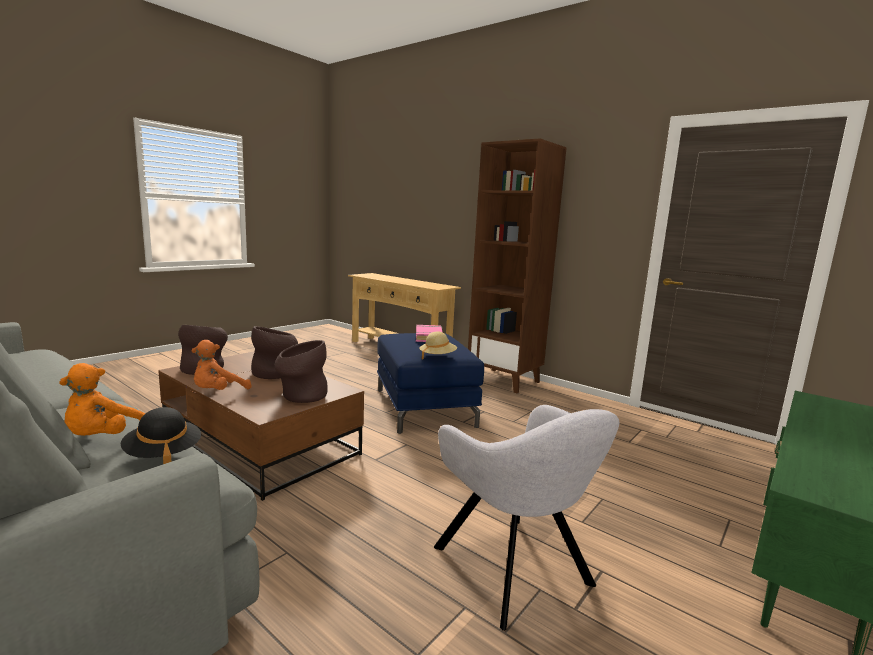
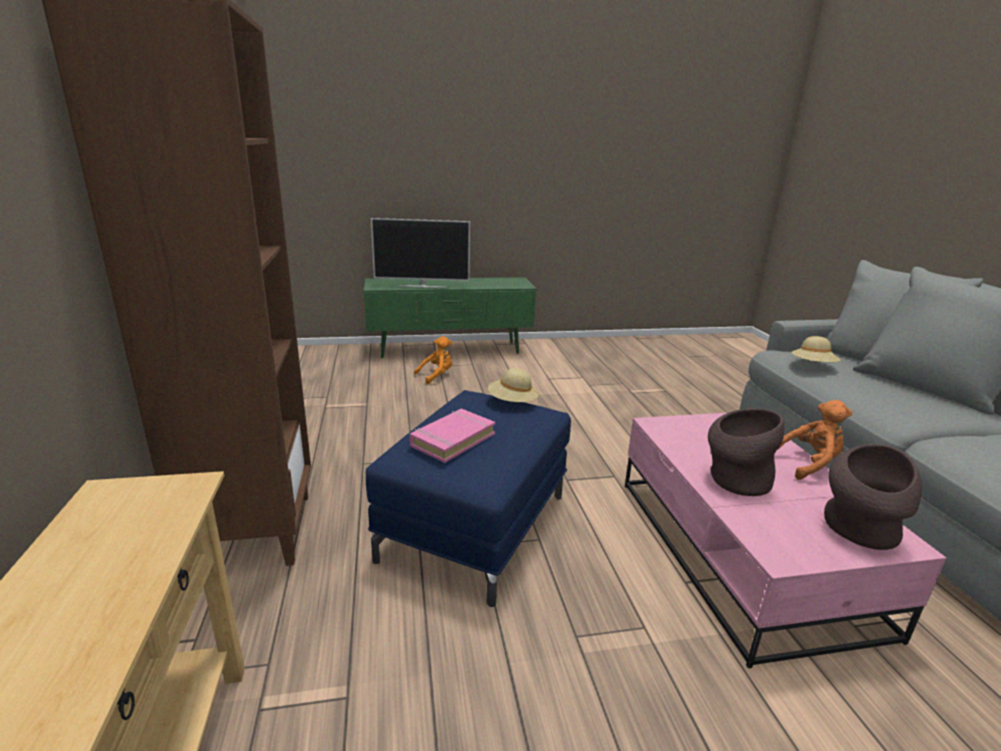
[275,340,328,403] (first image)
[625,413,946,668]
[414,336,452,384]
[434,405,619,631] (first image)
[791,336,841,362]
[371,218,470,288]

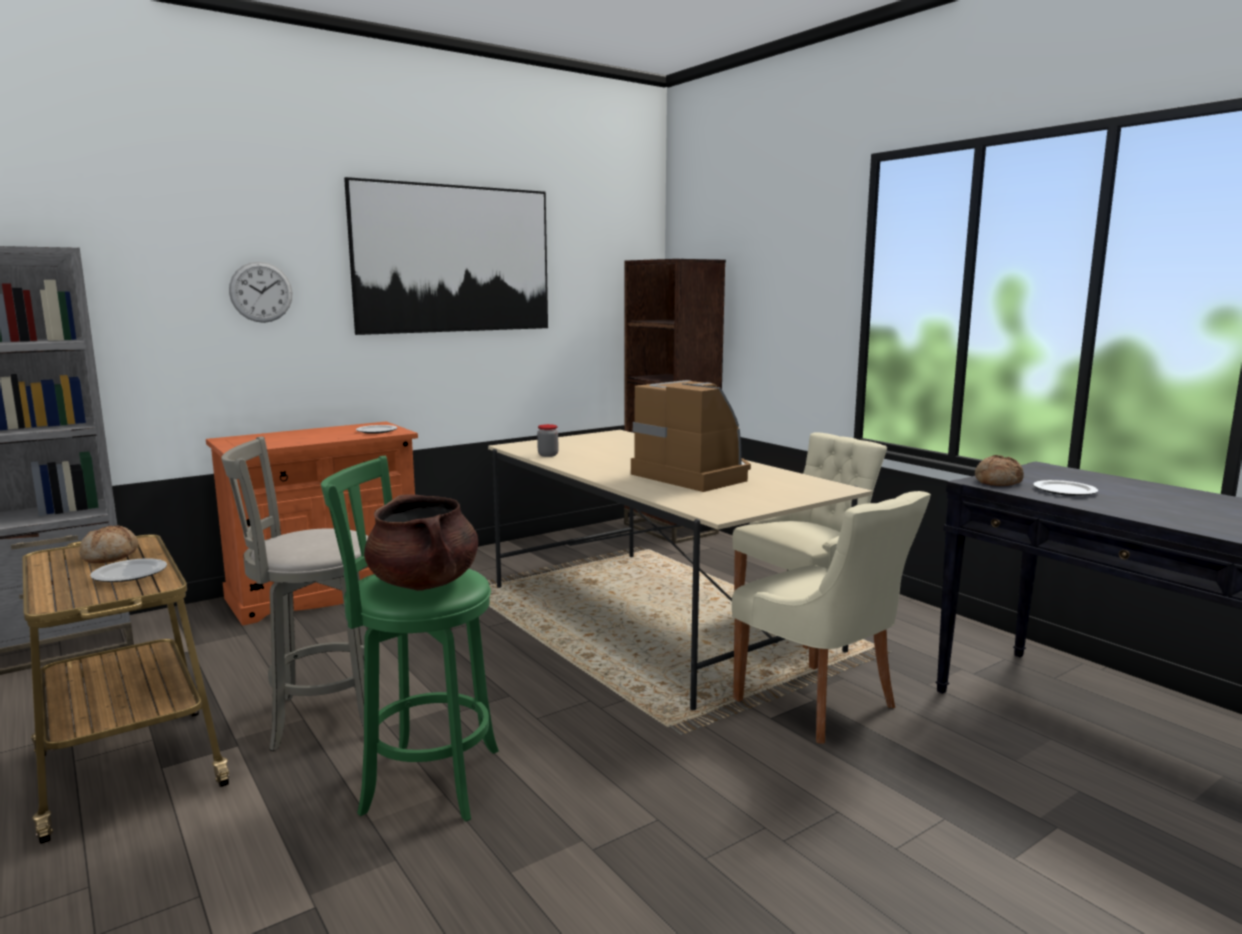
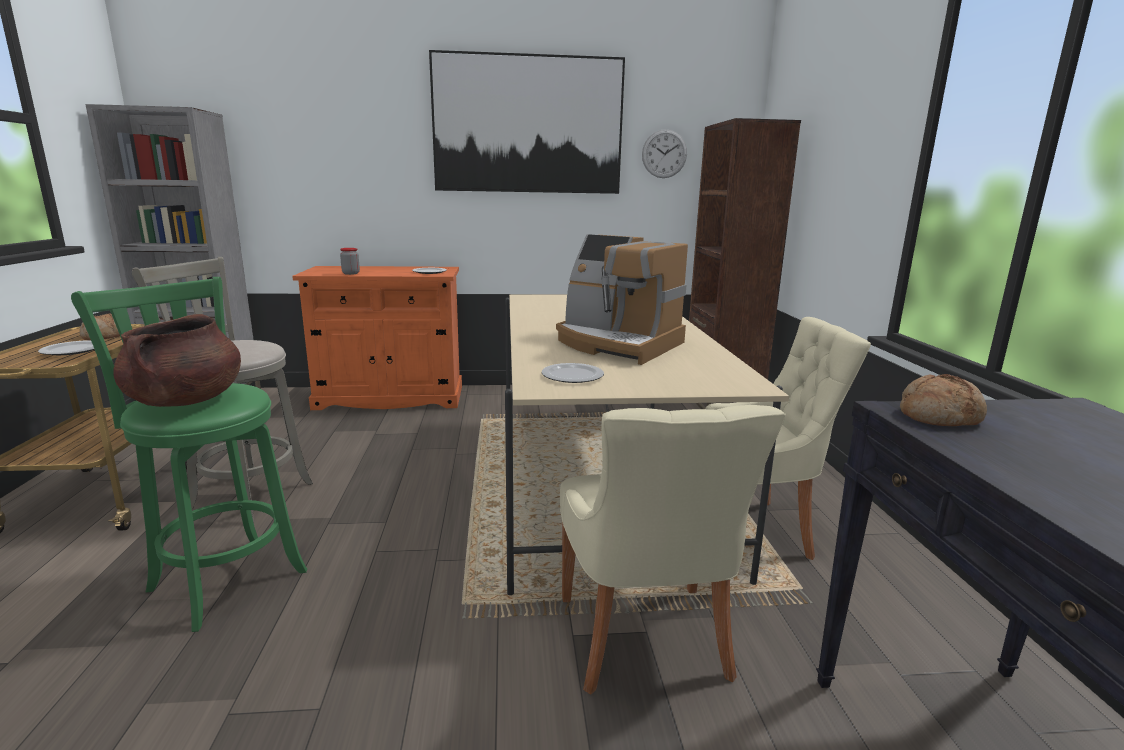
[642,129,687,178]
[556,234,688,365]
[340,248,360,275]
[542,363,604,383]

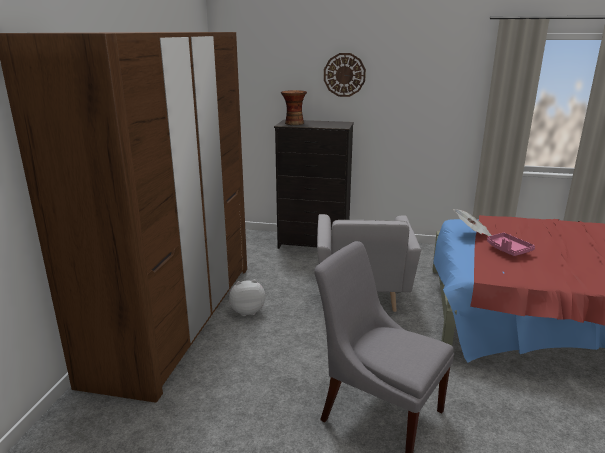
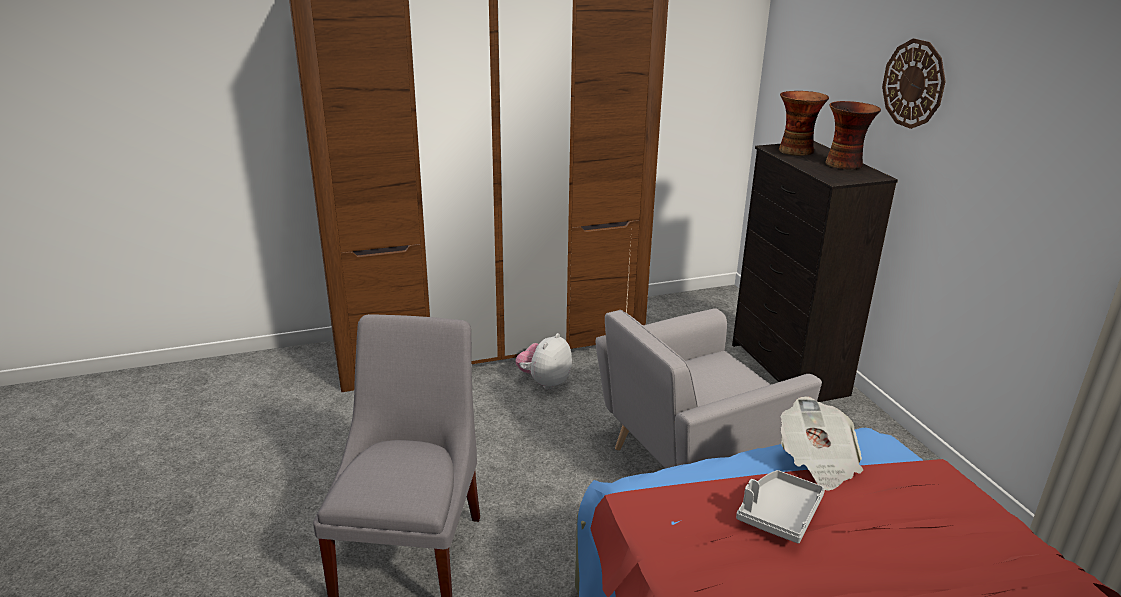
[736,470,825,543]
[516,333,572,389]
[825,101,881,170]

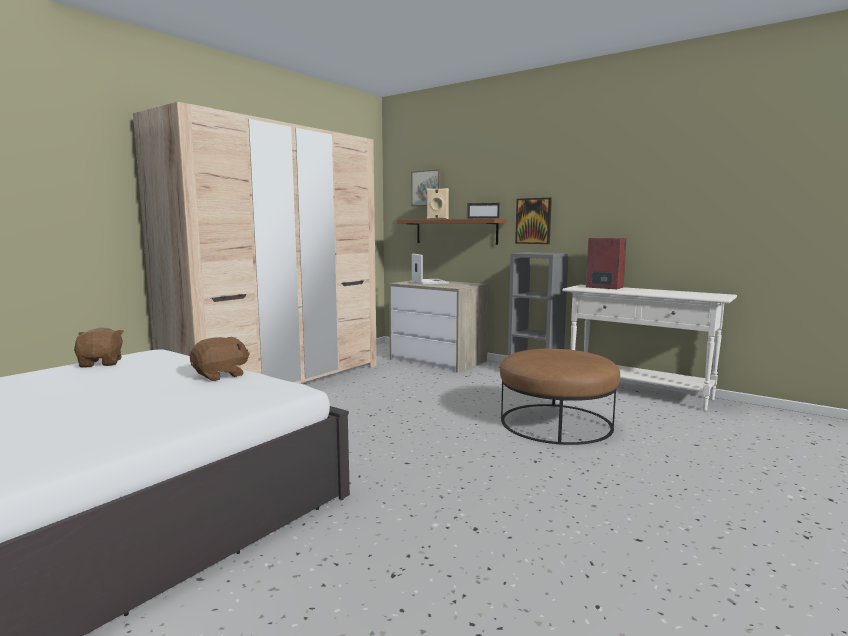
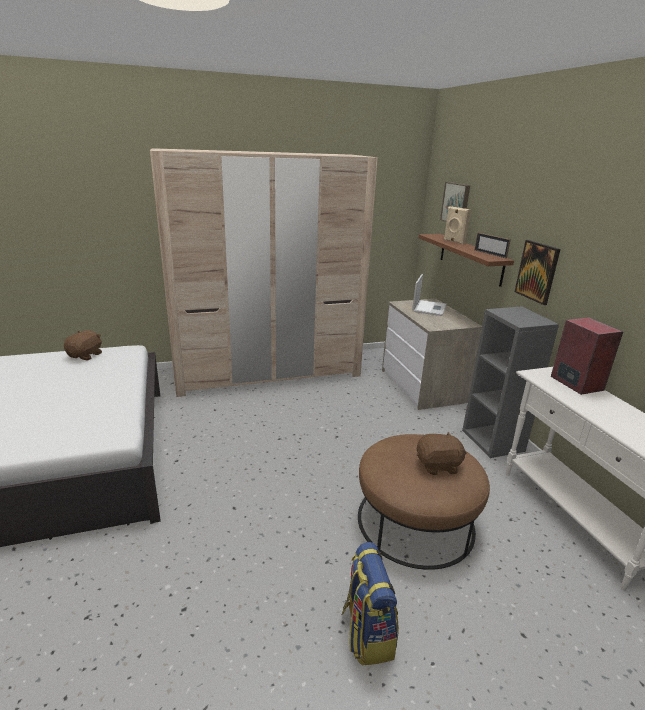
[417,431,467,475]
[341,542,399,666]

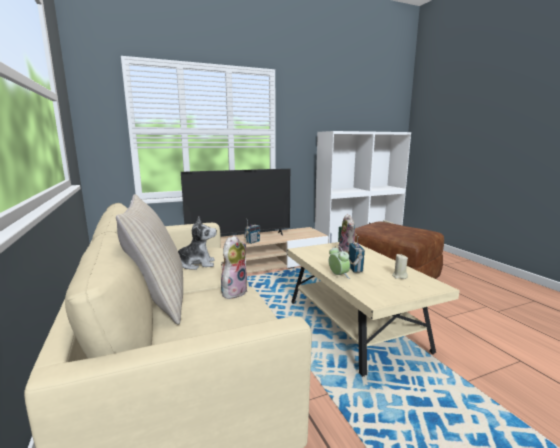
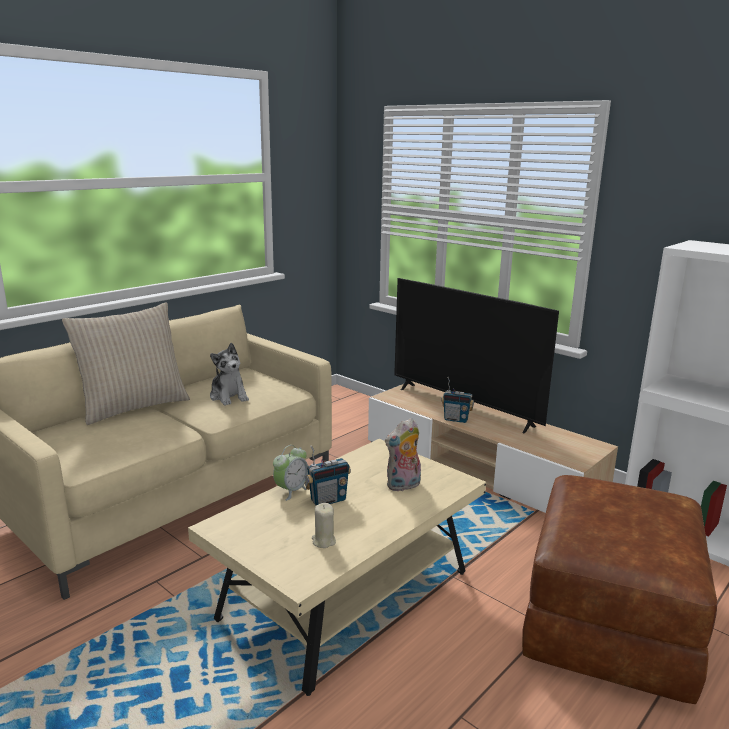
[221,235,248,300] (first image)

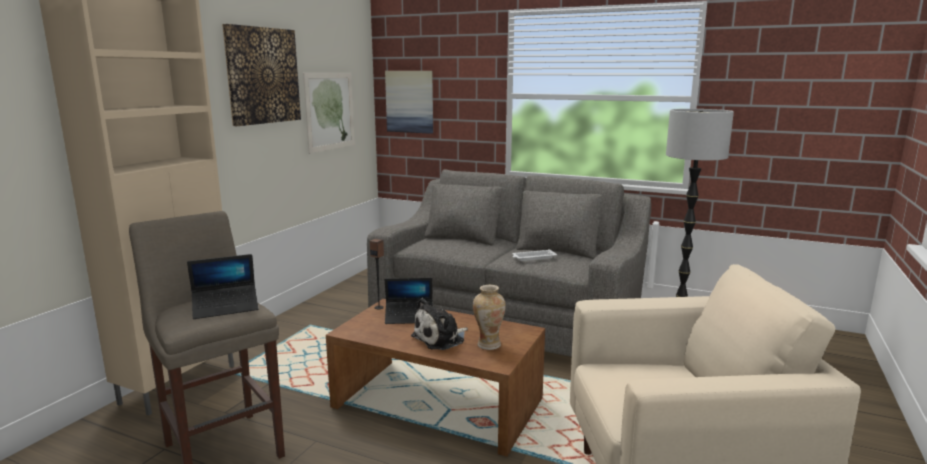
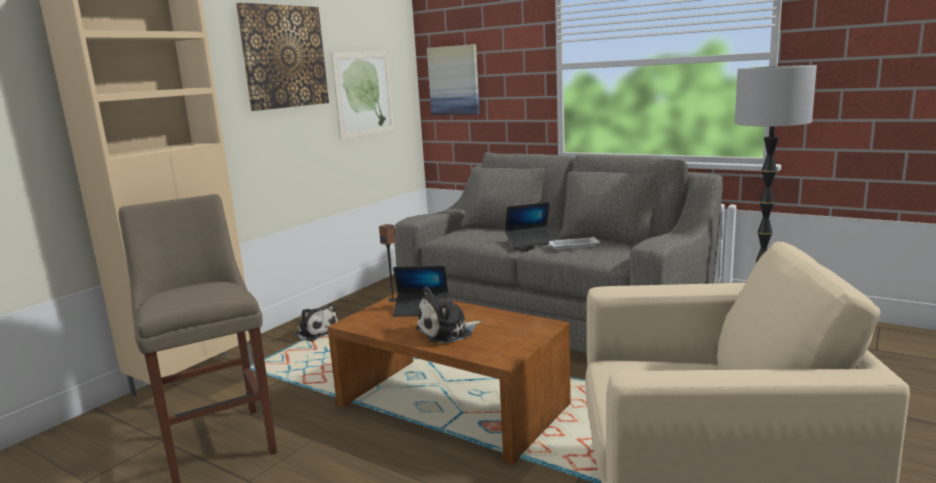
[505,202,555,248]
[473,285,506,350] (first image)
[295,303,338,341]

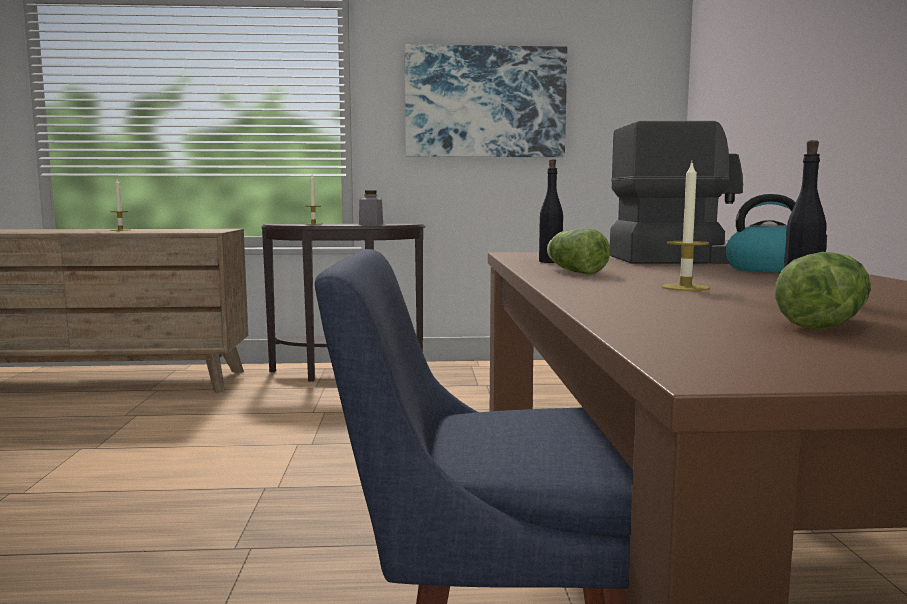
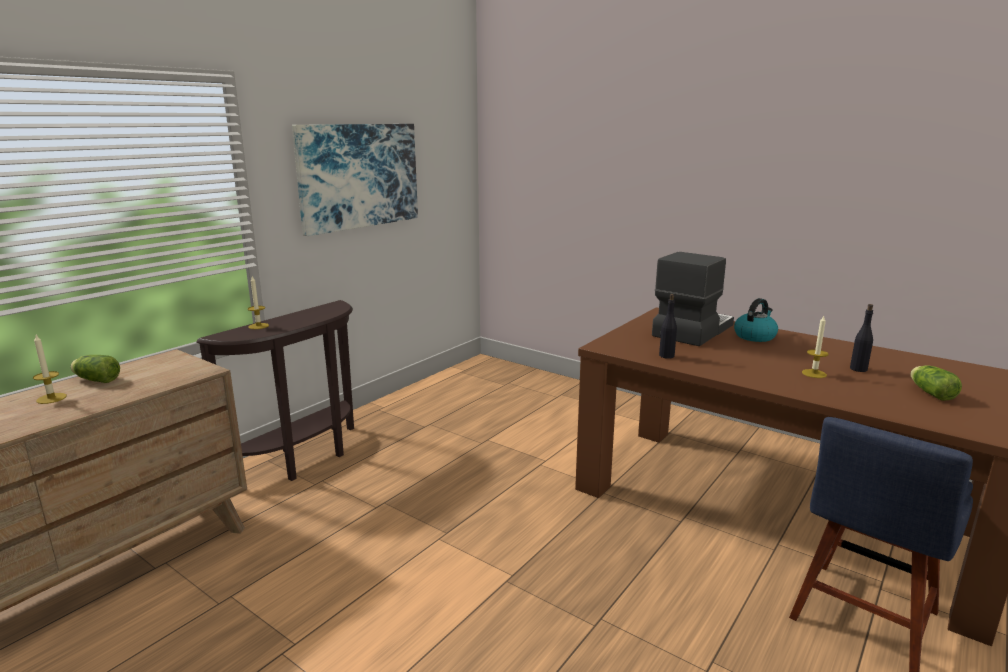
[359,190,383,225] (first image)
[70,355,120,383]

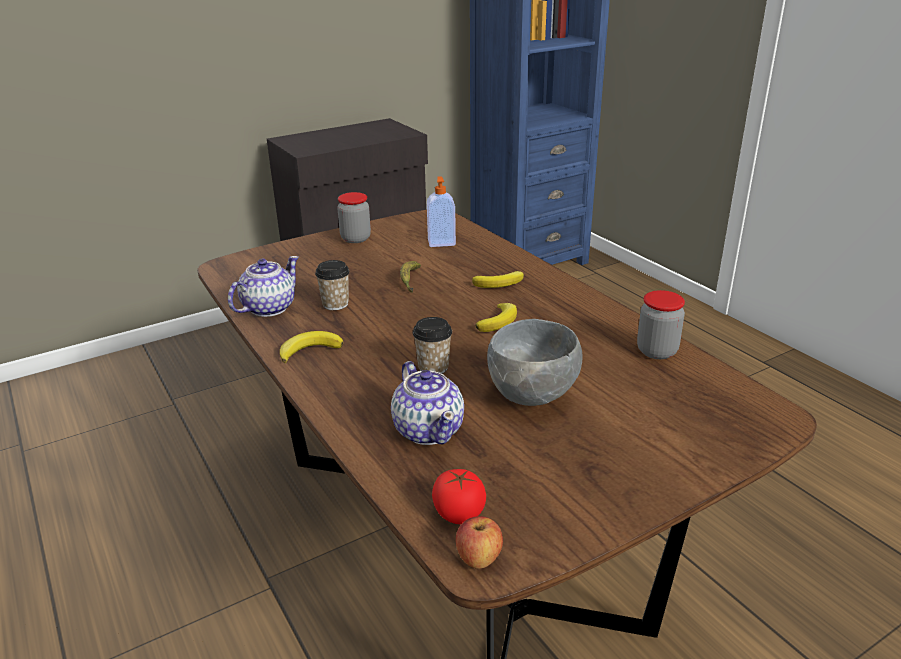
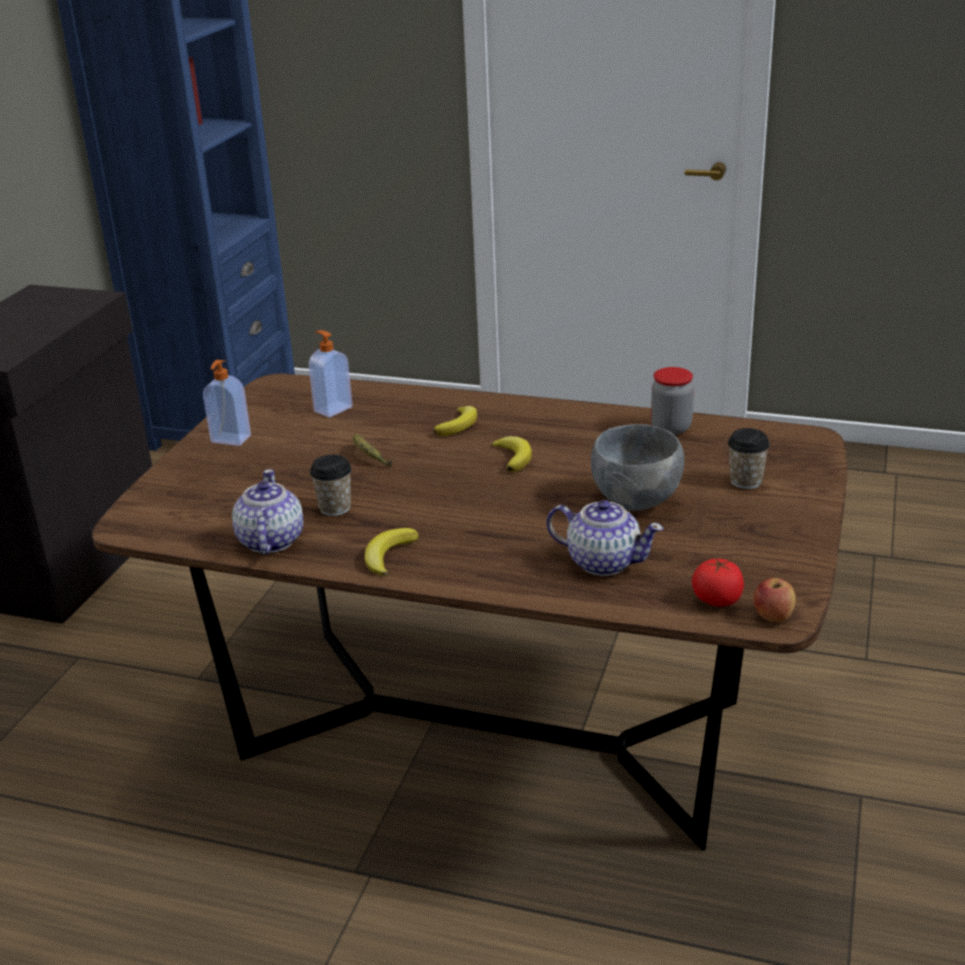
[203,360,251,446]
[728,428,770,489]

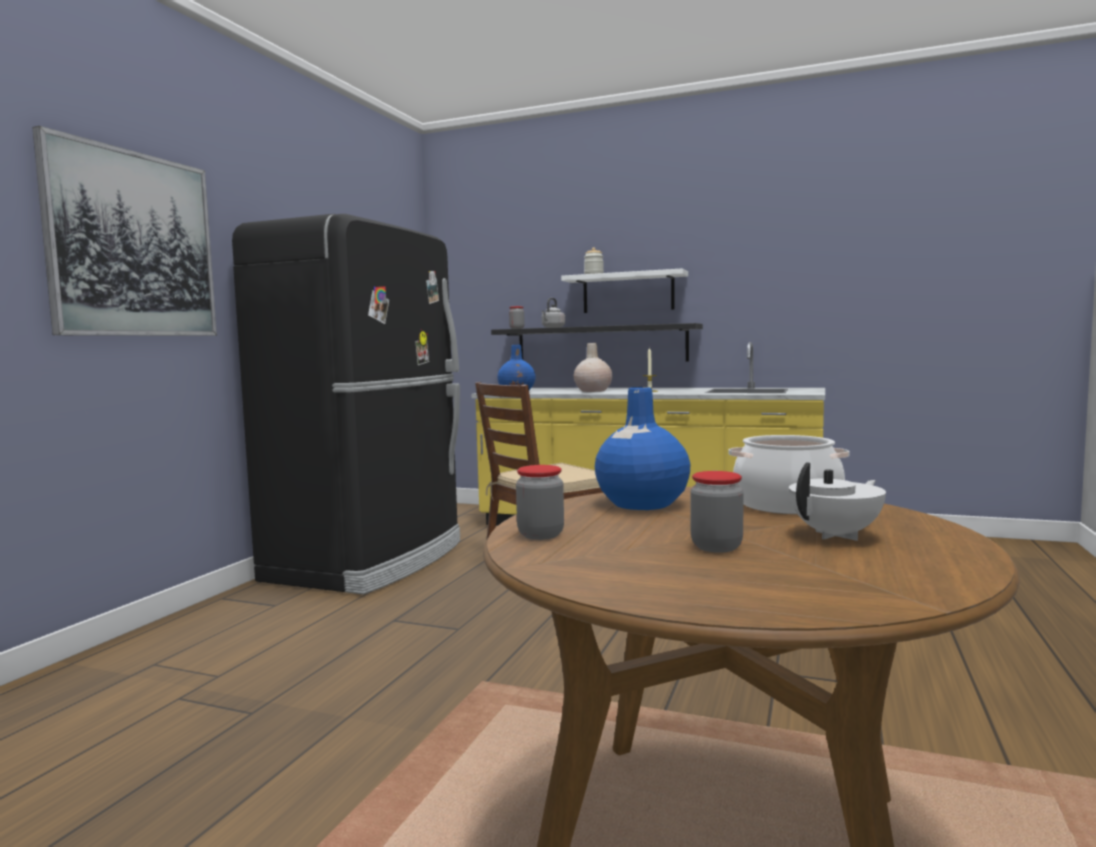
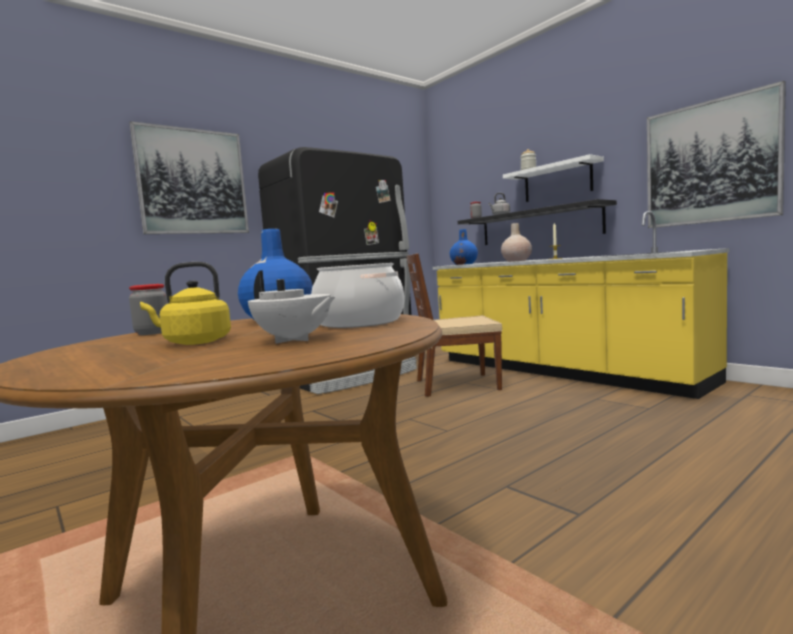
[248,270,335,344]
[140,262,231,345]
[647,81,786,228]

